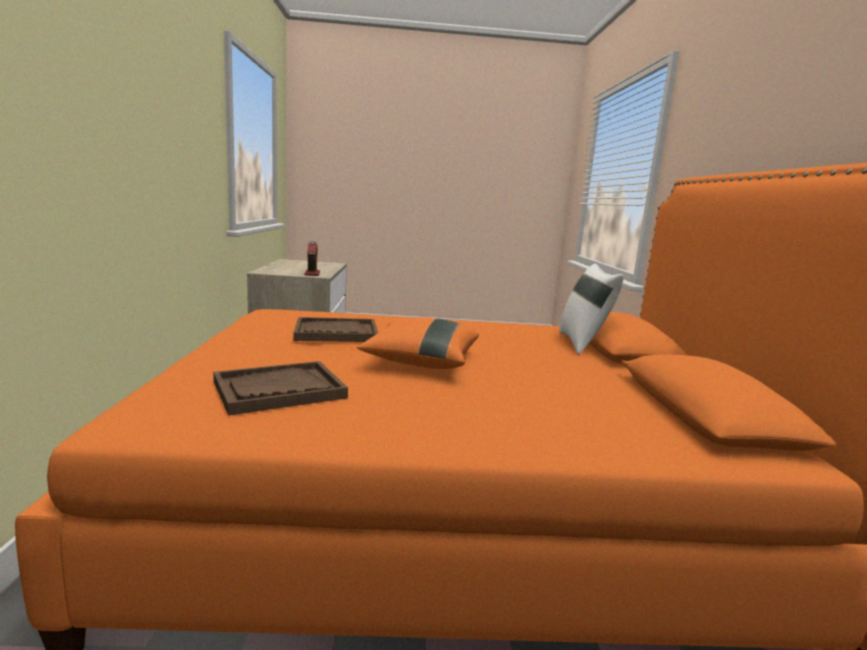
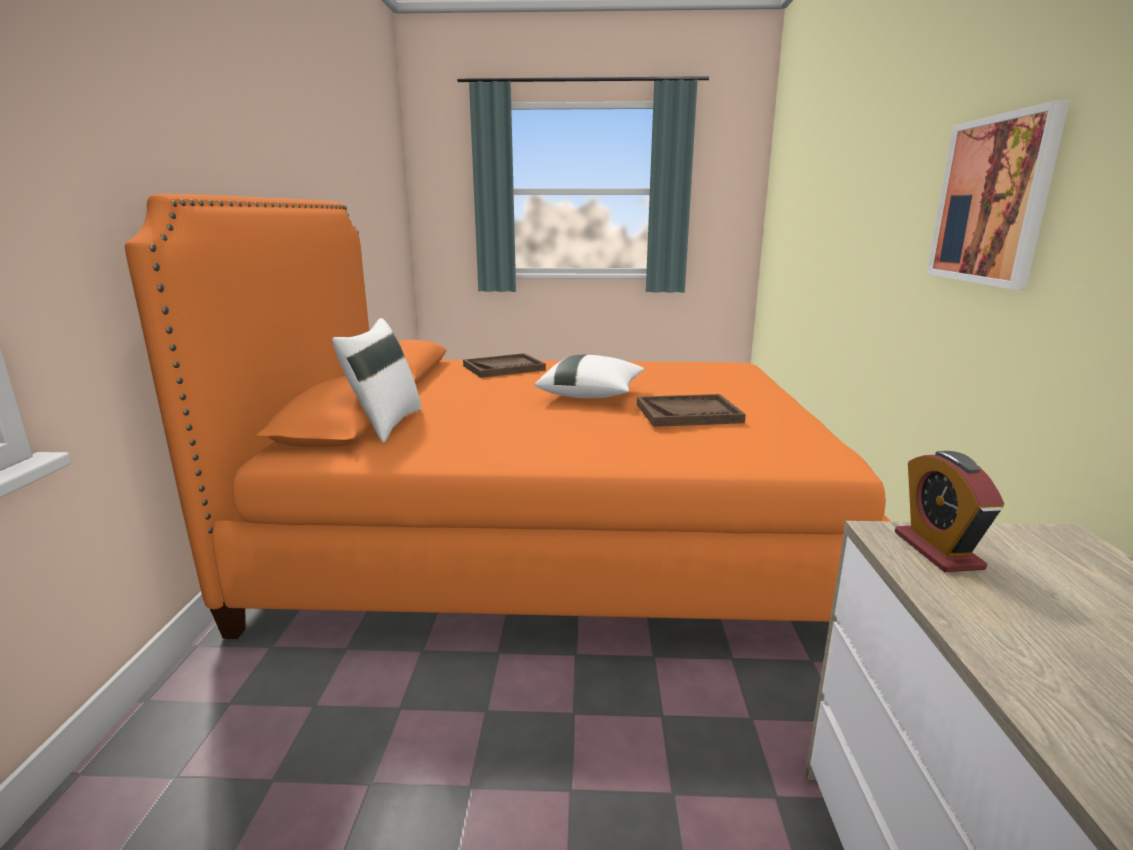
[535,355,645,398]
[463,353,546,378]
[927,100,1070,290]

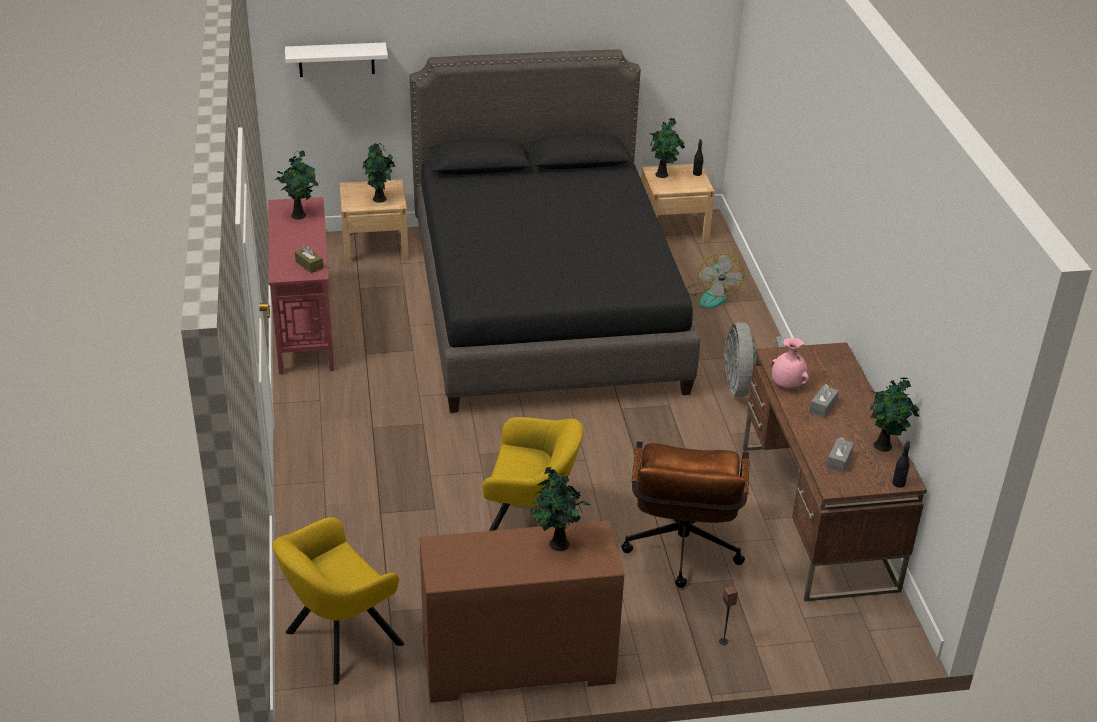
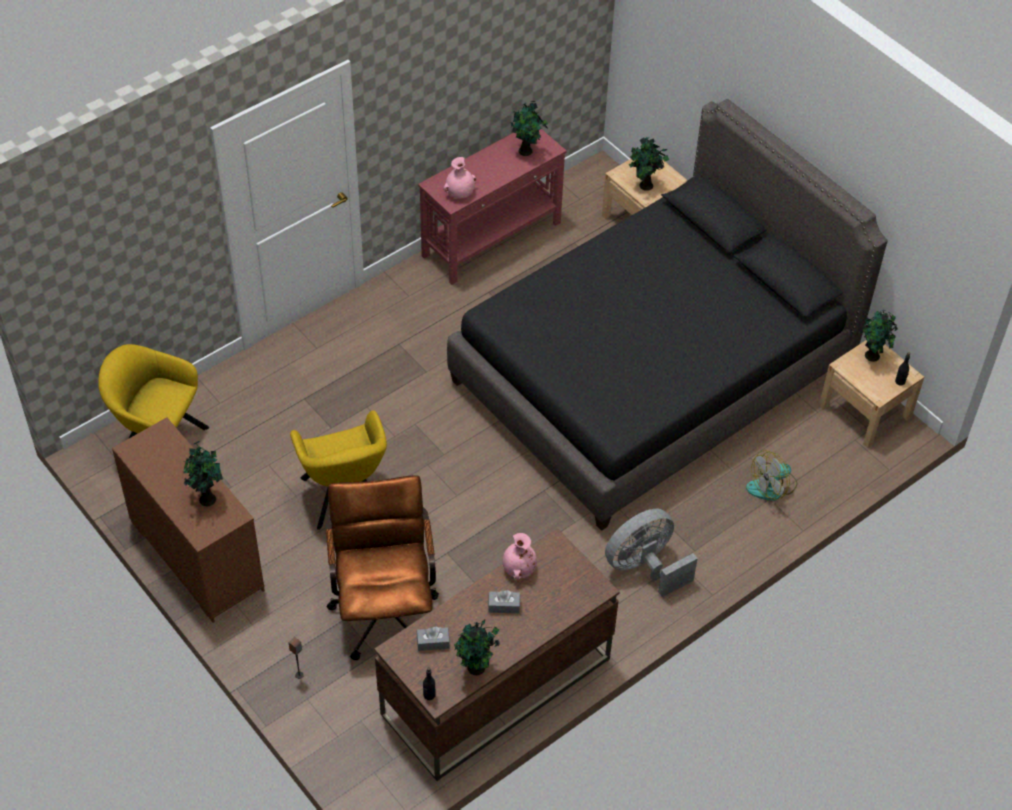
[285,42,388,77] (first image)
[443,157,476,198]
[326,475,439,660]

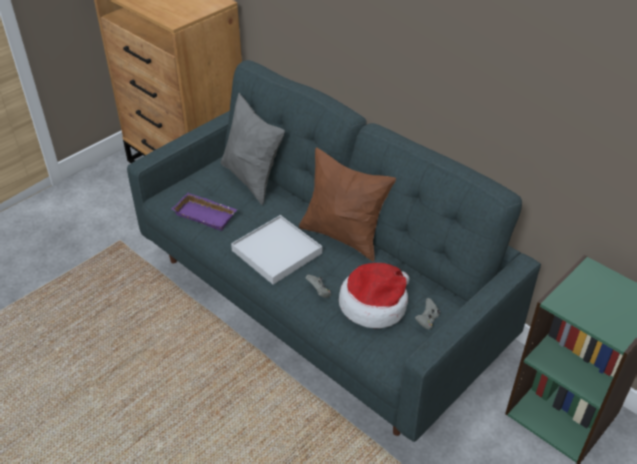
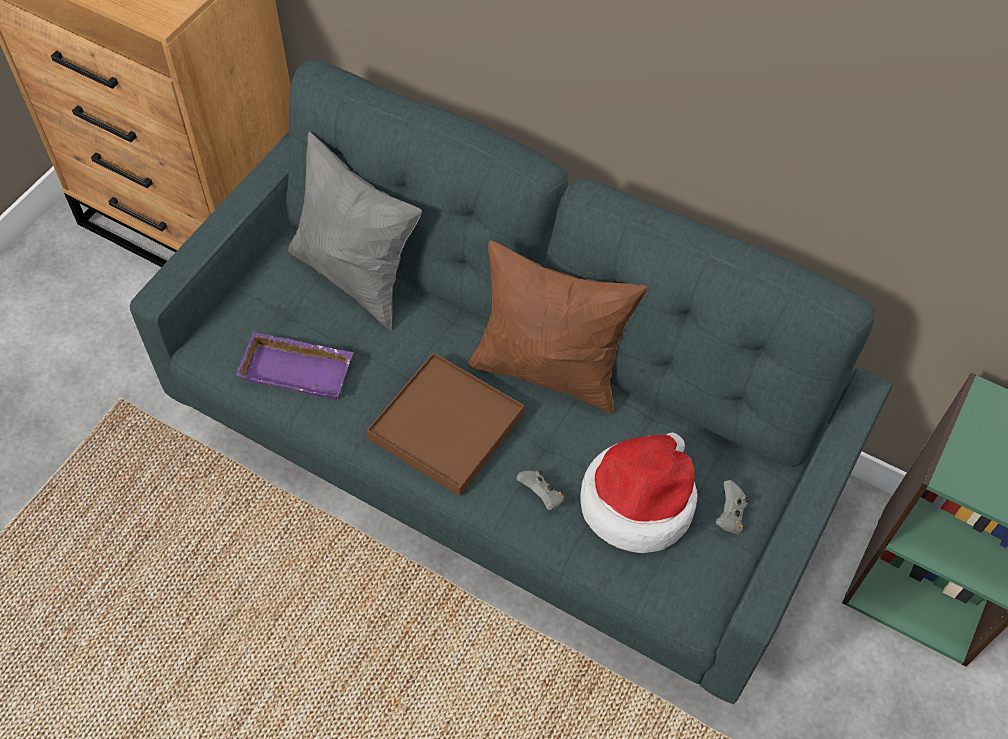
[367,352,524,496]

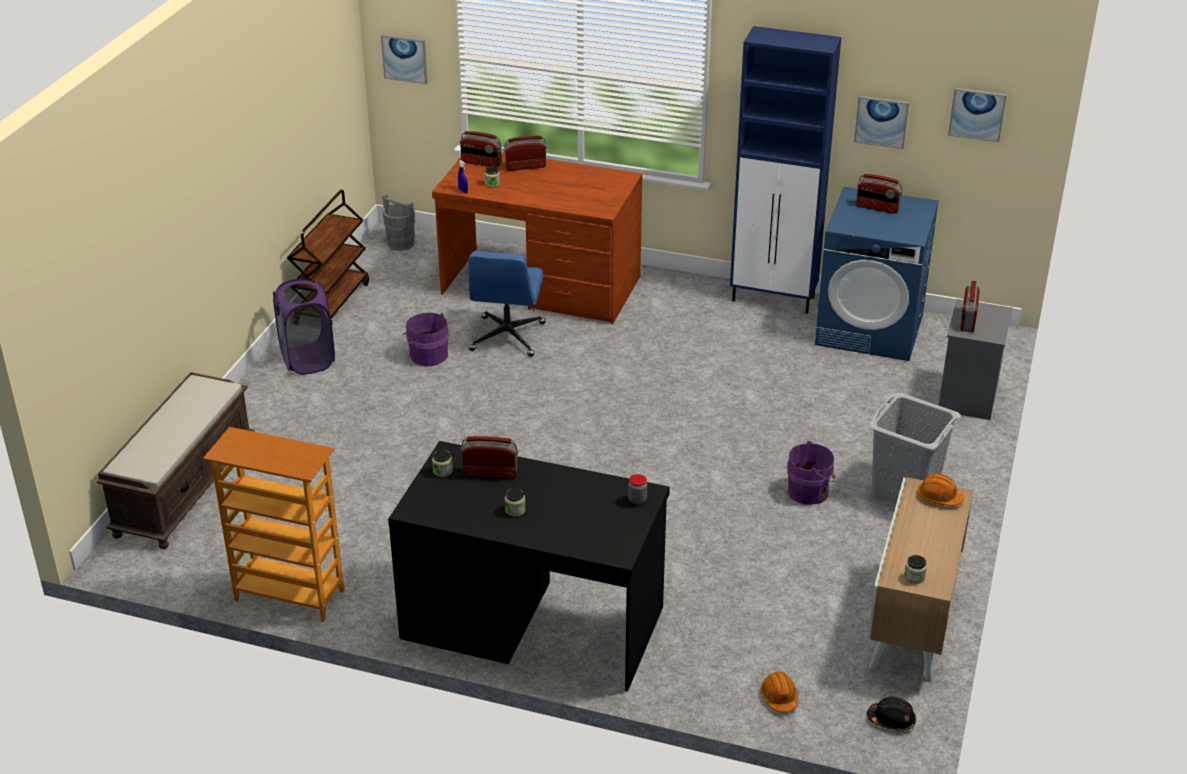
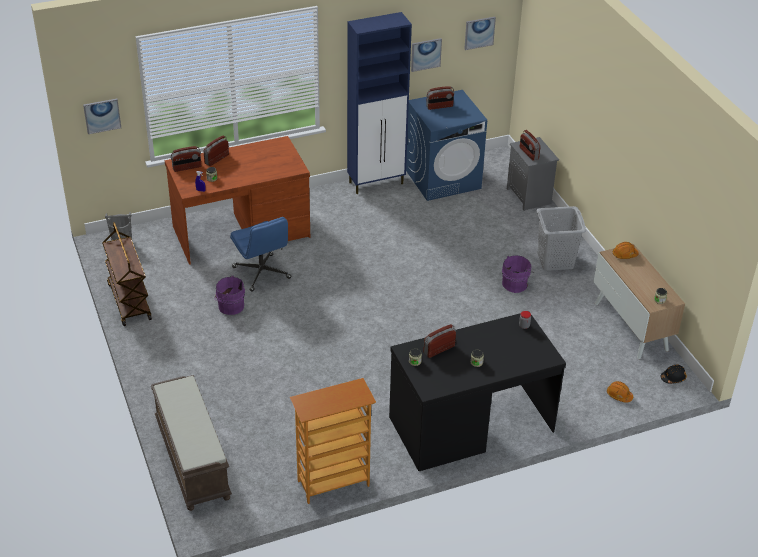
[273,278,335,375] (first image)

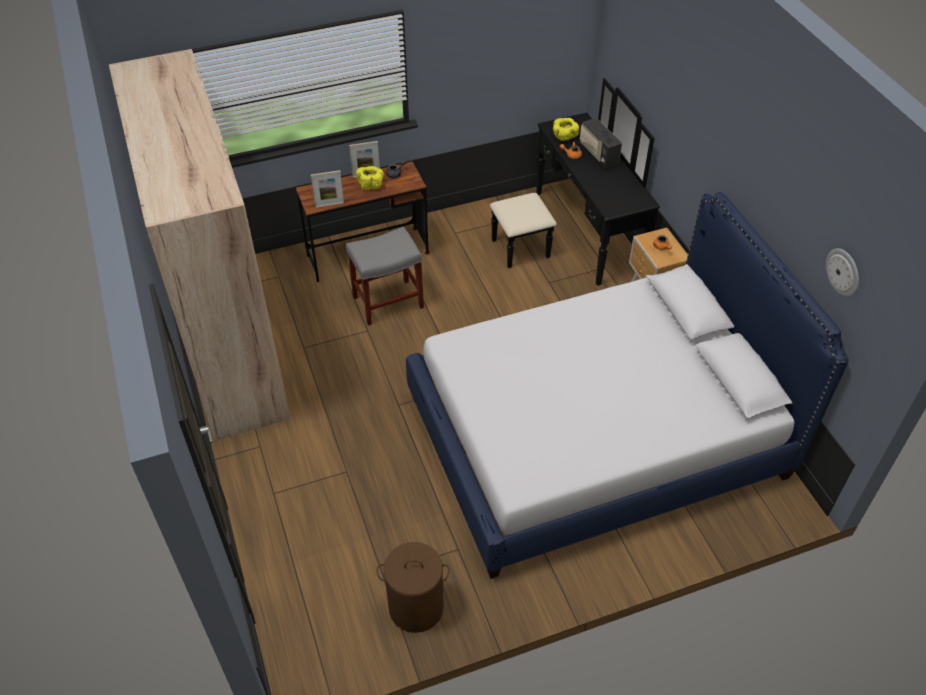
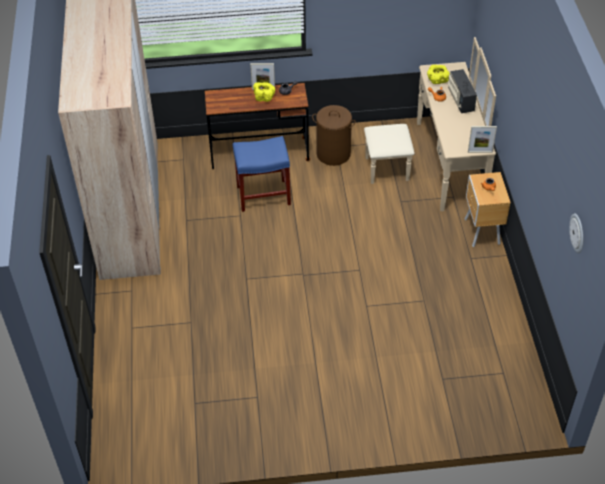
[364,37,496,211]
[468,126,497,153]
[406,192,849,579] (first image)
[233,136,291,212]
[312,105,356,166]

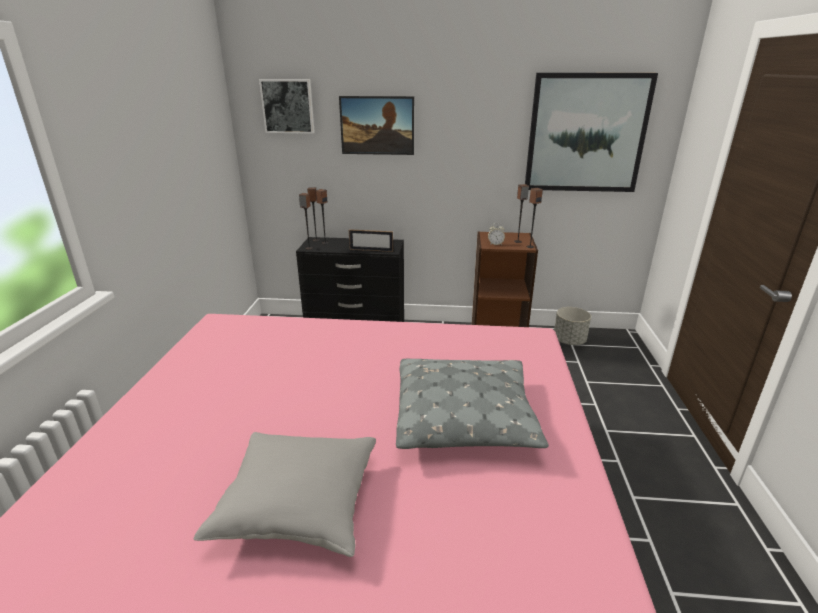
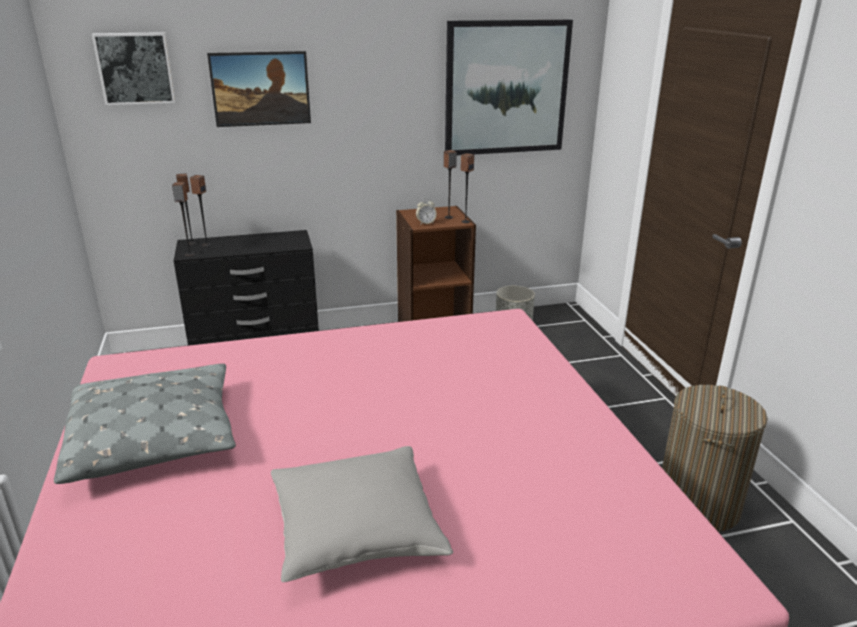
[349,229,393,252] (first image)
[54,364,236,484]
[662,385,768,532]

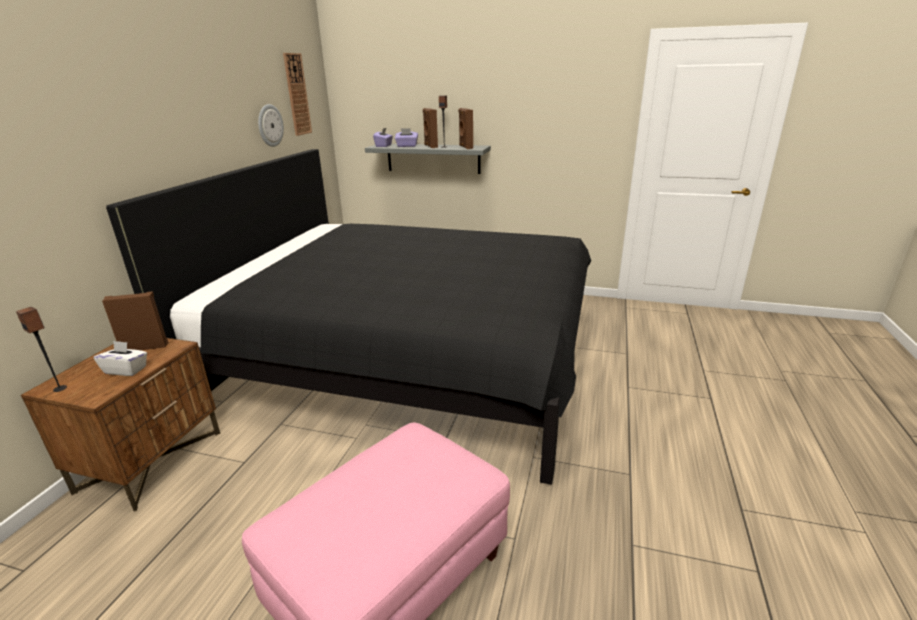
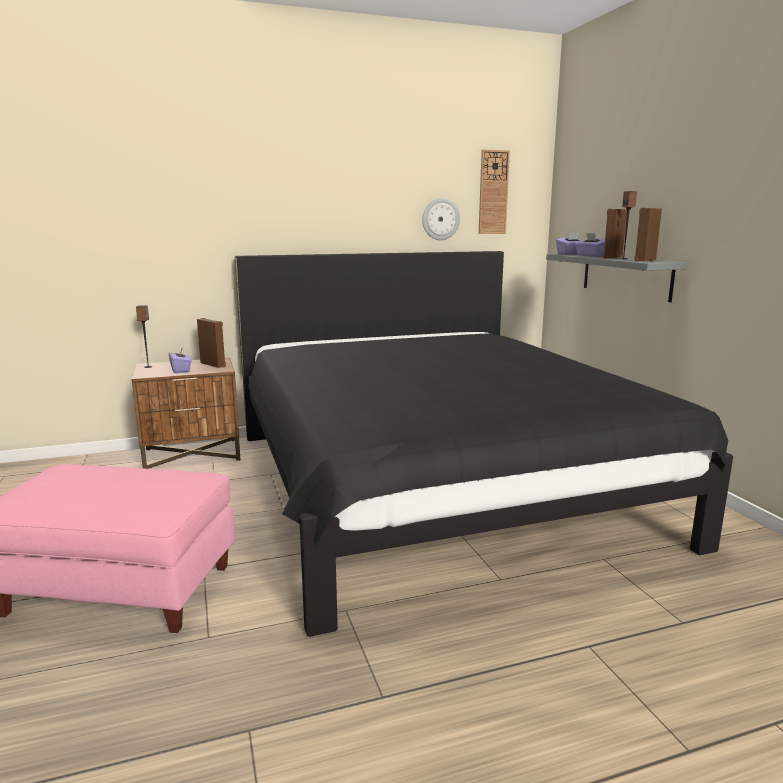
[169,348,191,373]

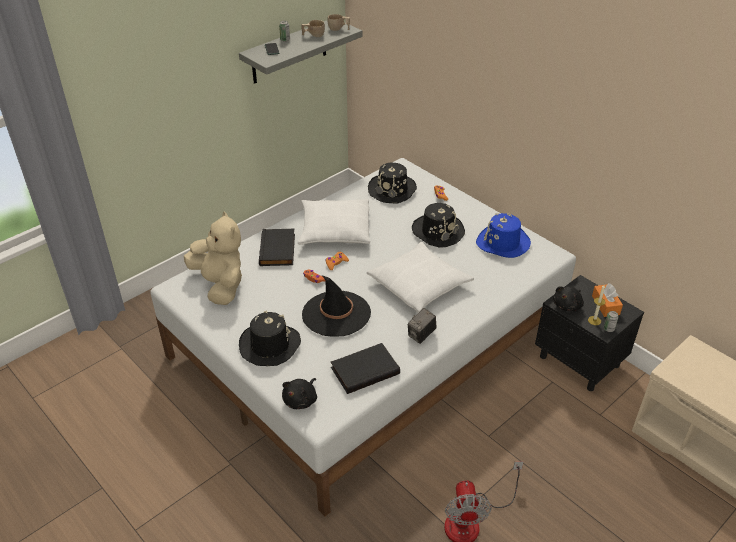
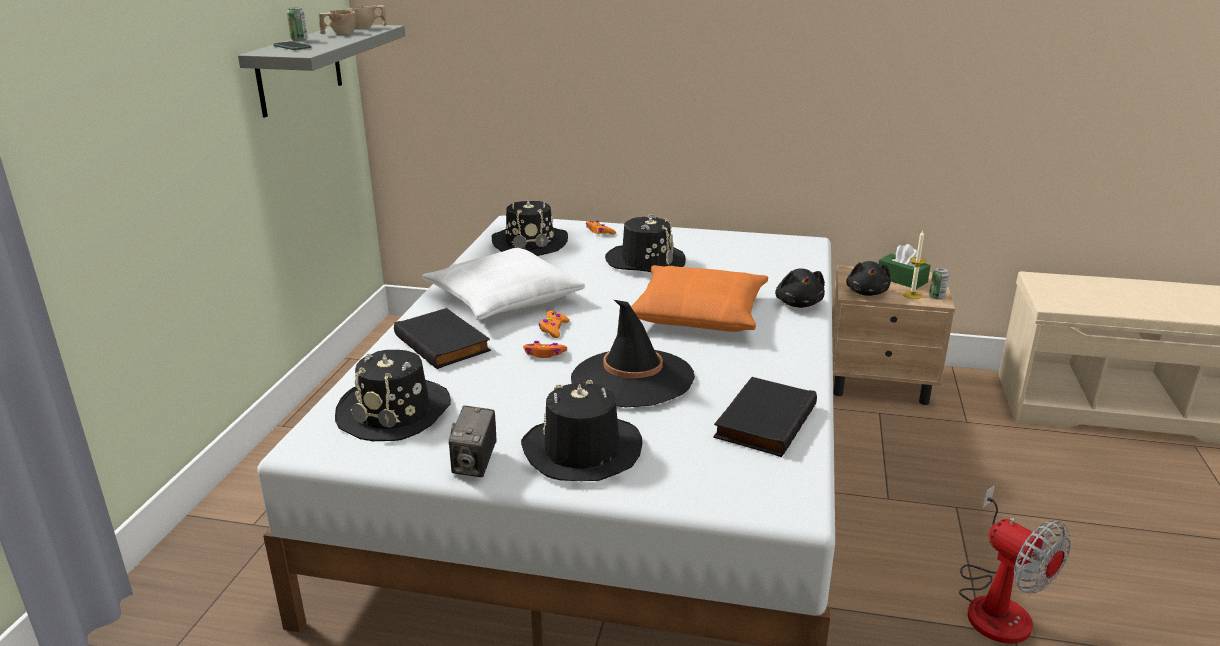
[335,350,451,441]
[476,213,531,258] (first image)
[631,265,768,332]
[832,265,955,405]
[879,244,931,289]
[449,406,497,477]
[775,269,825,308]

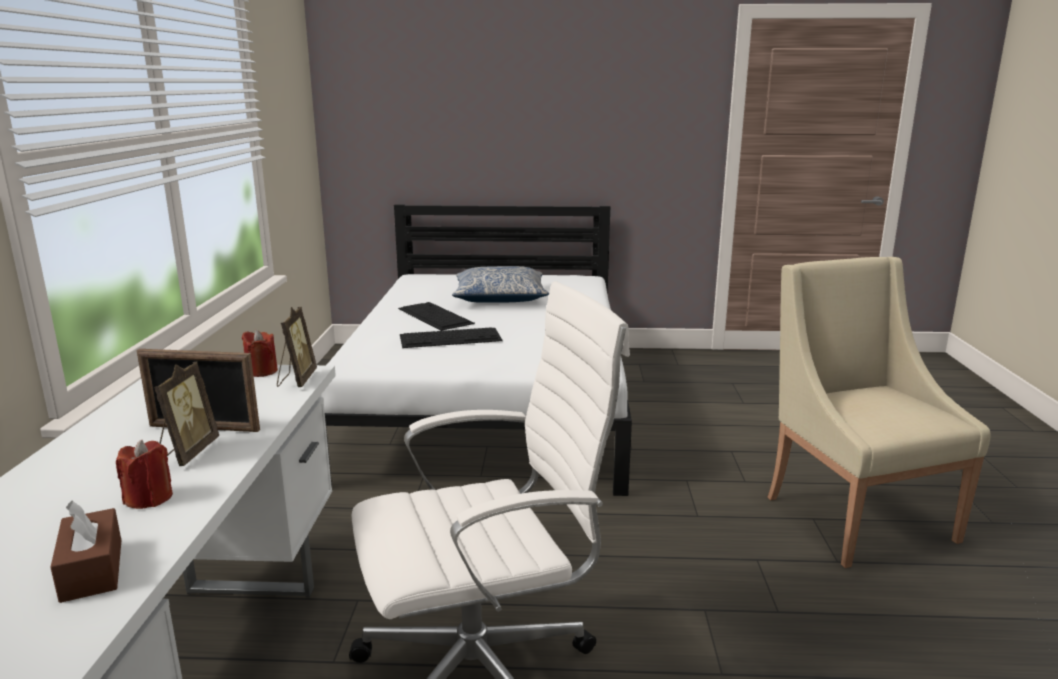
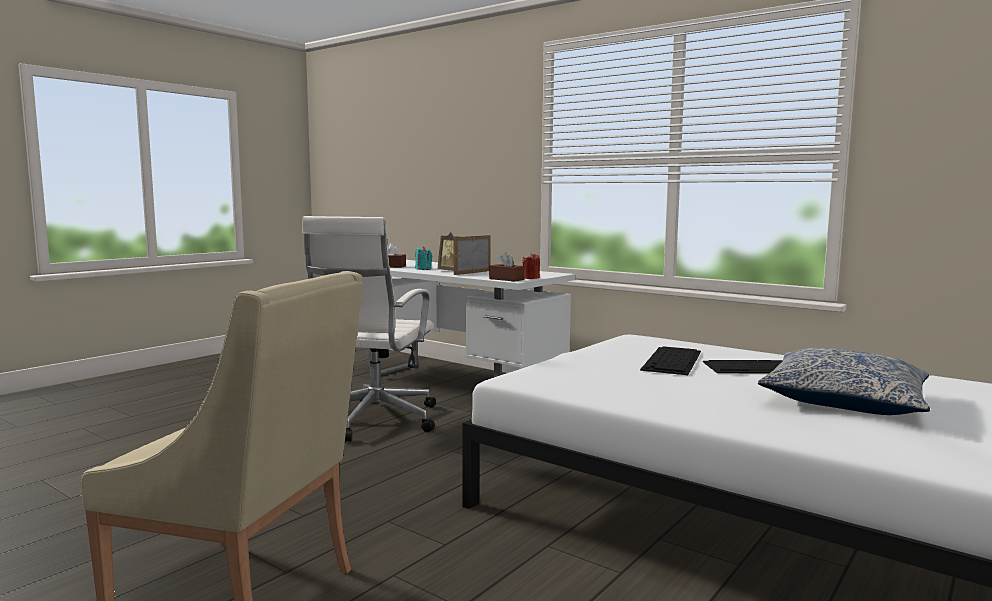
[489,252,525,281]
[415,246,432,270]

